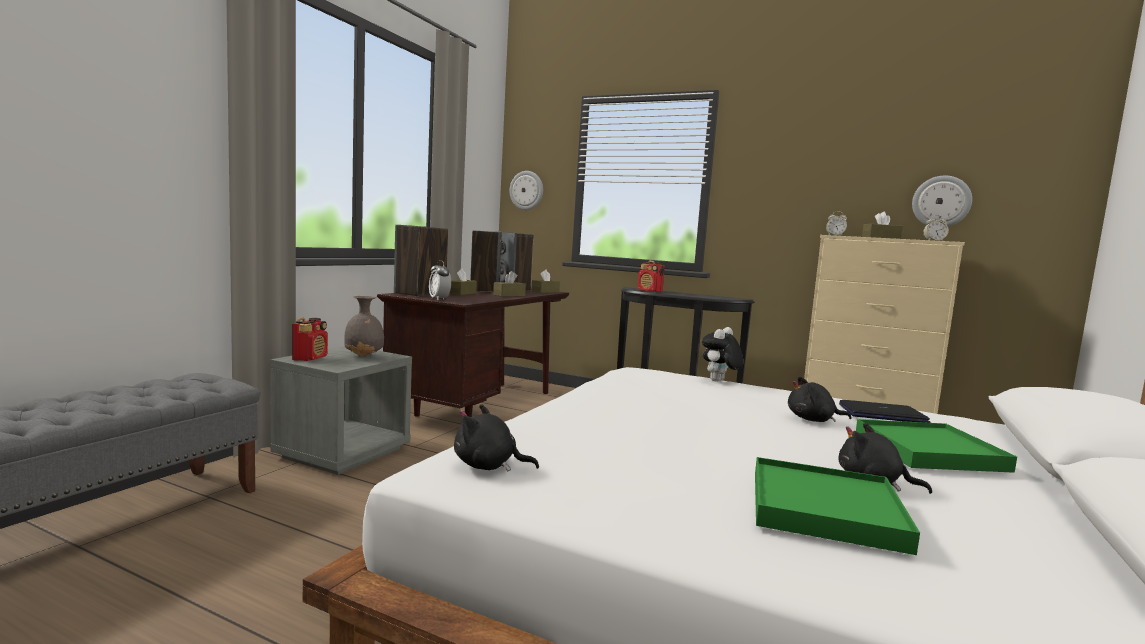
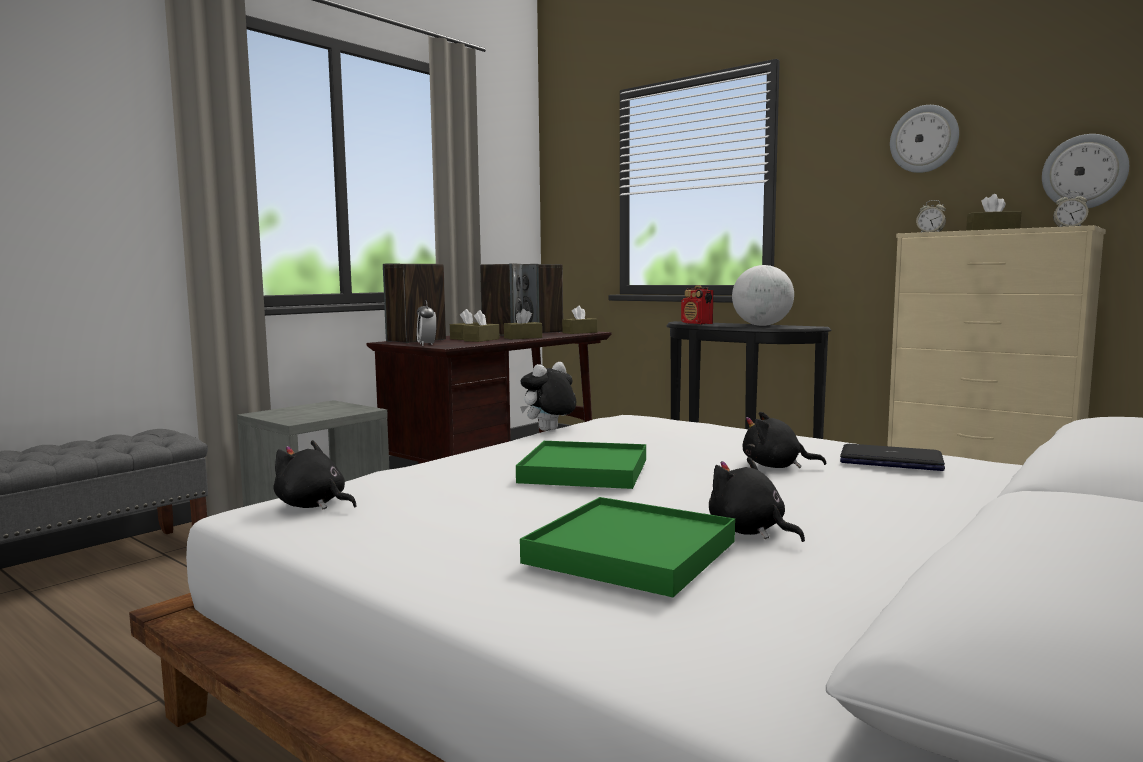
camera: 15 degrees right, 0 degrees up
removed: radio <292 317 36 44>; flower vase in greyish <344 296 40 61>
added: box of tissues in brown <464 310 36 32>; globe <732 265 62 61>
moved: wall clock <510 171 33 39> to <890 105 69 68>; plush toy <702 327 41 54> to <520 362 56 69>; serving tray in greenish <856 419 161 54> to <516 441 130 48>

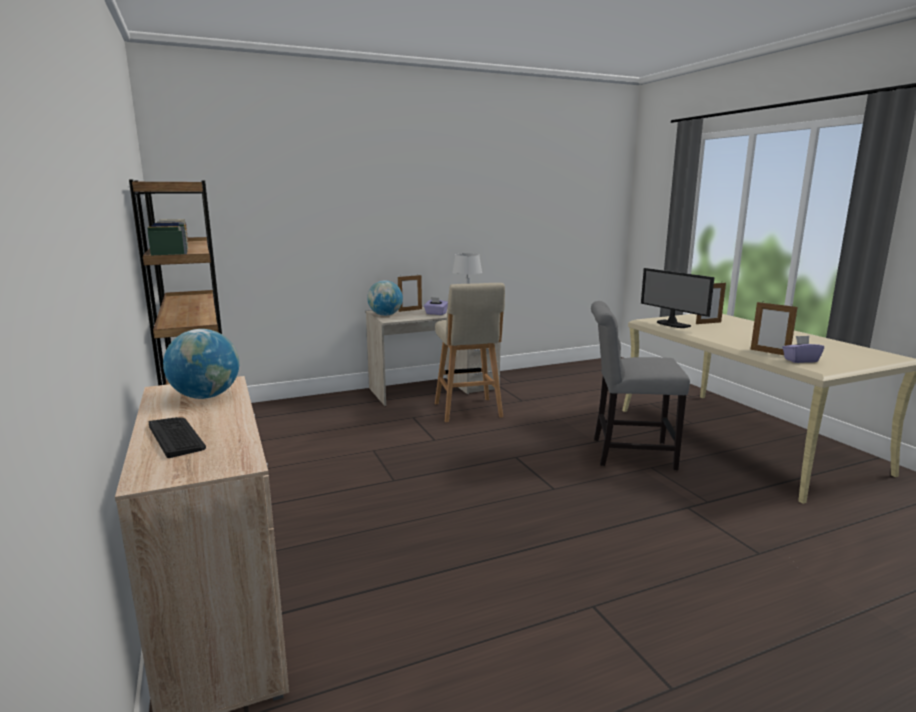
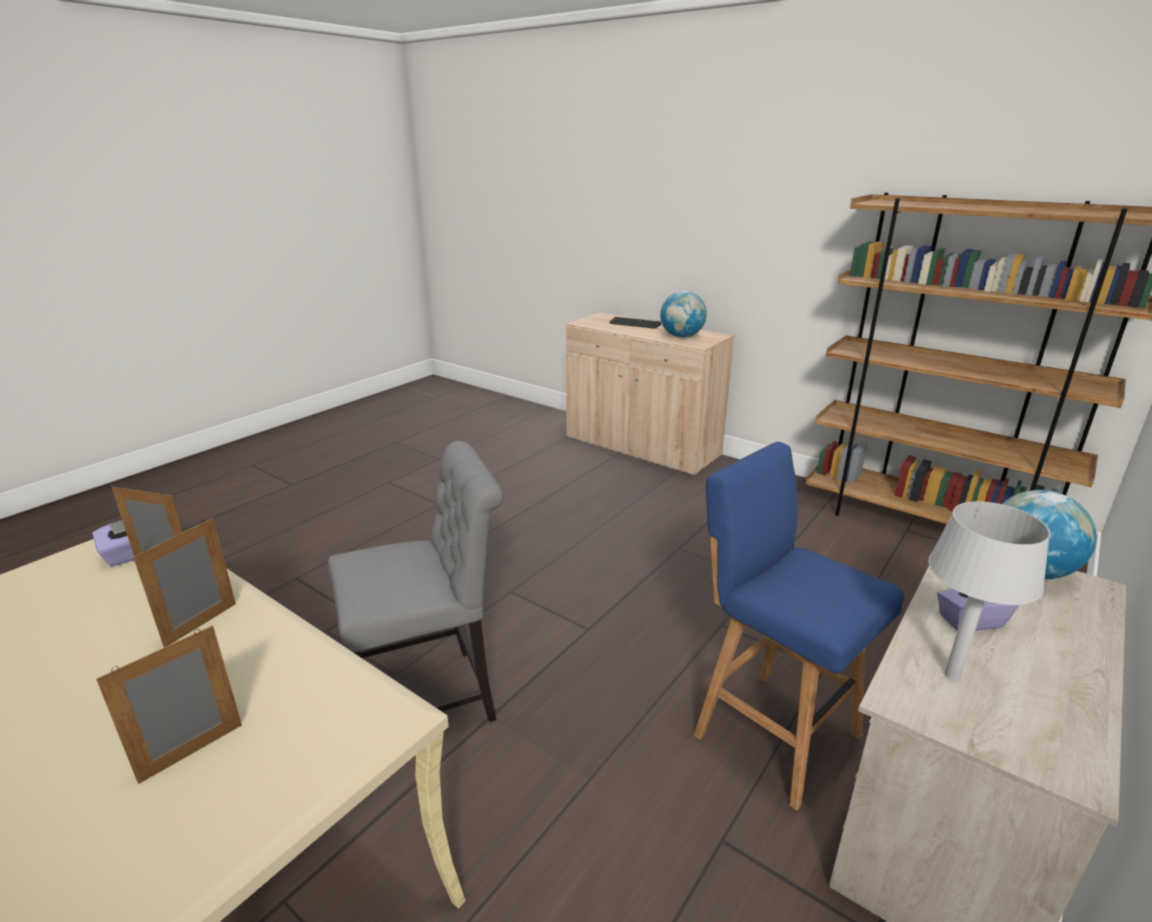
camera: 150 degrees right, 10 degrees up
removed: computer screen <641 268 74 60>
moved: picture frame <398 275 24 37> to <133 518 103 129>
recoloured: stool seat in beige-coloured <435 283 70 139> to stool seat in bluish <694 442 210 368>

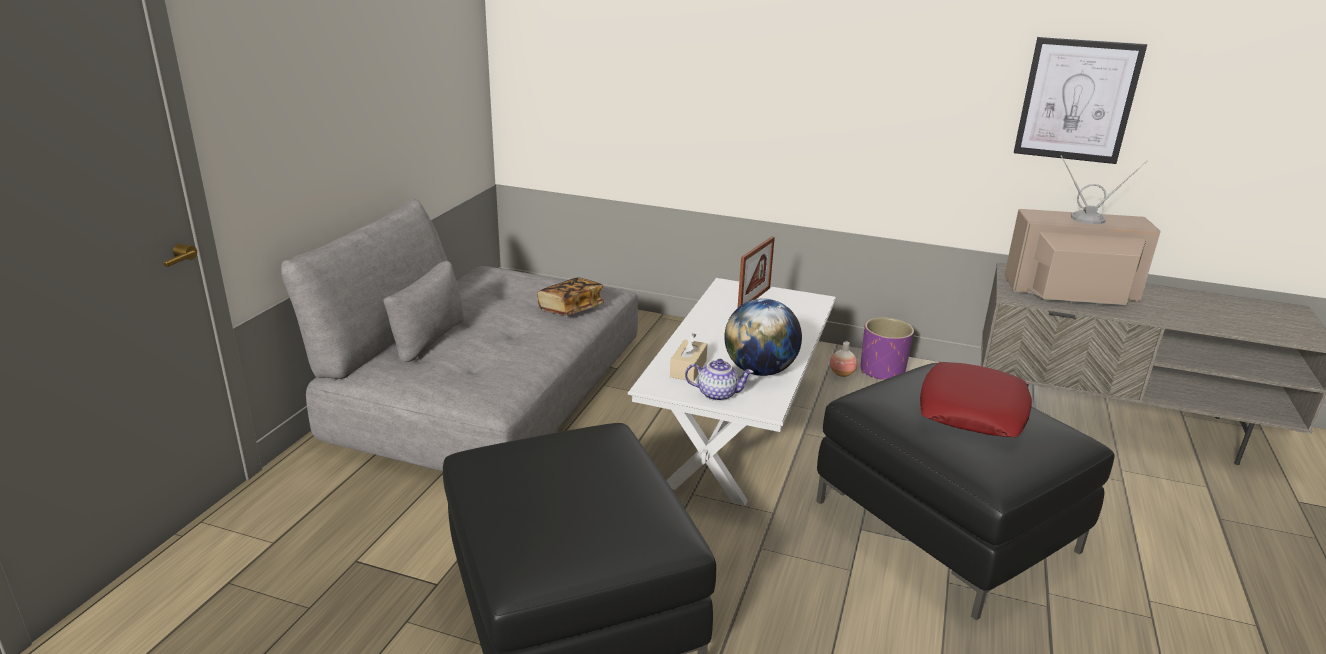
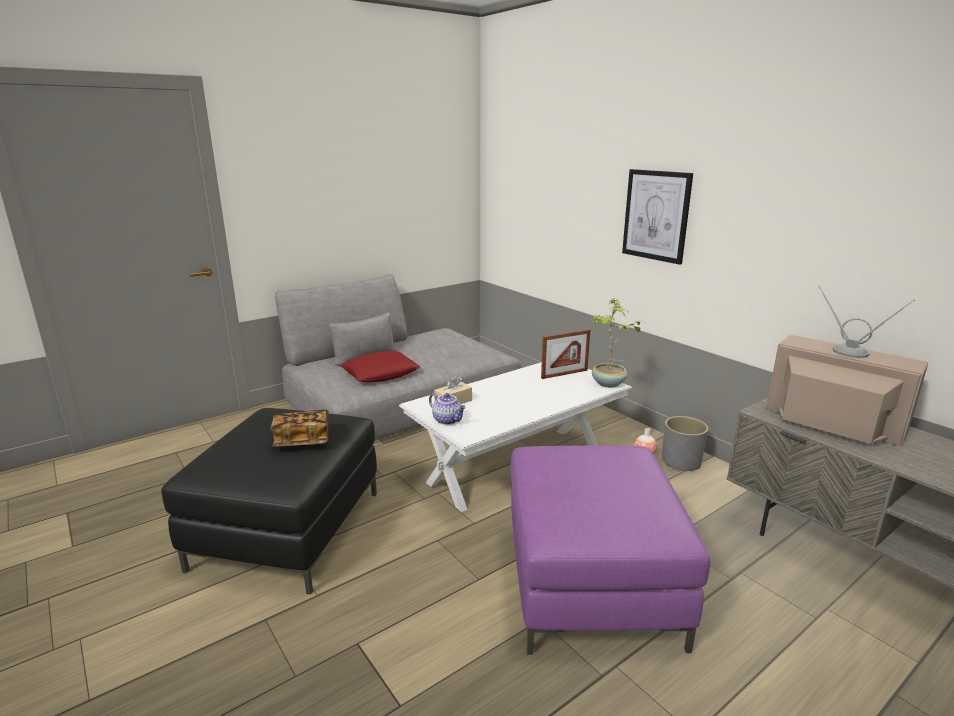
camera: 35 degrees right, 5 degrees down
removed: globe <725 298 77 78>
added: houseplant <591 298 54 90>
moved: book <537 277 67 38> to <270 410 59 37>; pillow in red-coloured <920 362 112 75> to <341 351 79 32>; wall art <1014 36 133 128> to <622 169 71 96>
recoloured: ottoman in blackish <816 363 299 257> to ottoman in purple <510 446 200 209>; planter in purple <861 317 53 63> to planter in greyish <662 416 46 55>

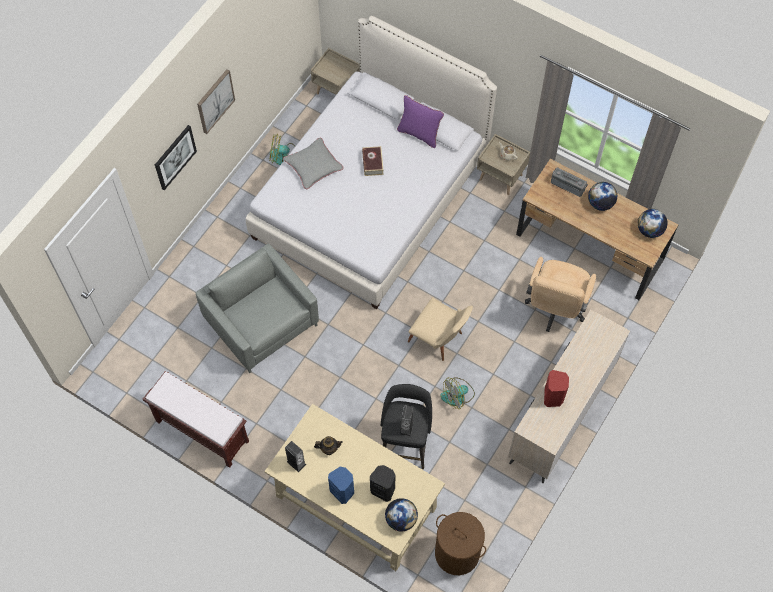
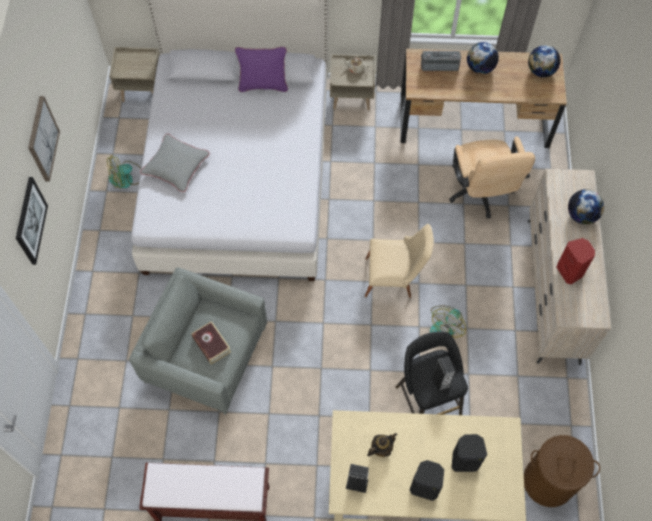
camera: 30 degrees left, 0 degrees up
moved: book <362 146 22 30> to <191 321 40 44>; globe <385 498 33 33> to <568 189 36 35>
recoloured: audio speaker in bluish <328 467 26 37> to audio speaker in blackish <409 460 35 41>

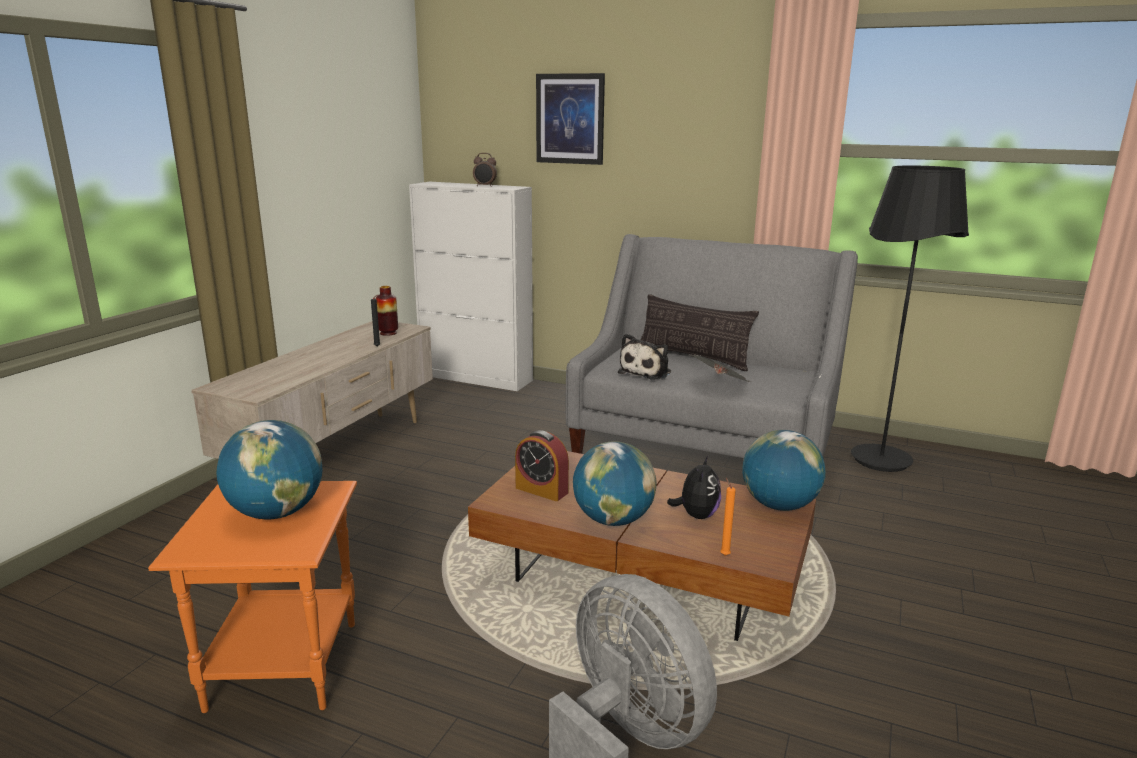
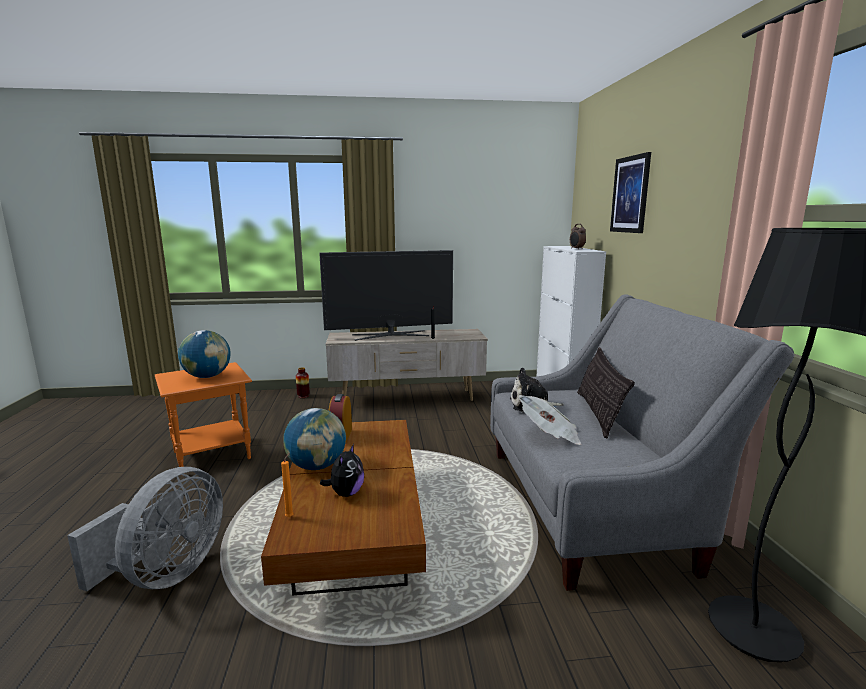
camera: 60 degrees right, 5 degrees down
removed: globe <742 430 84 81>
added: television <319 250 134 91>
moved: flower vase <376 286 22 50> to <296 367 14 31>
turned: plush toy <667 456 54 63> = <320 444 44 53> 60 degrees counterclockwise

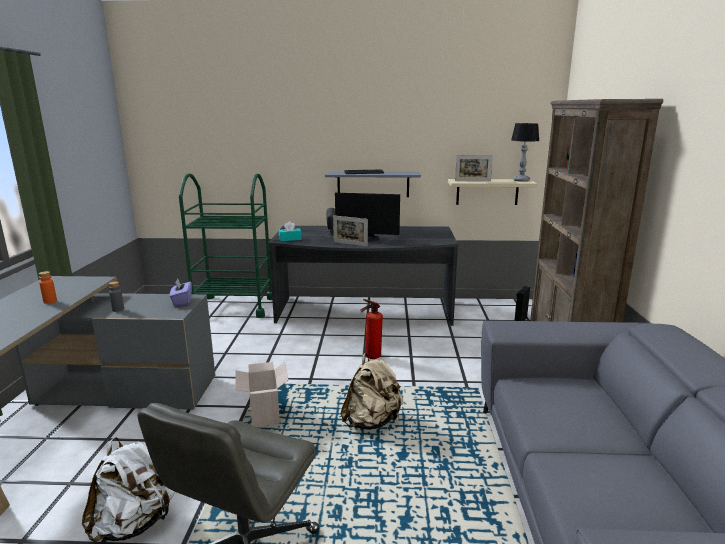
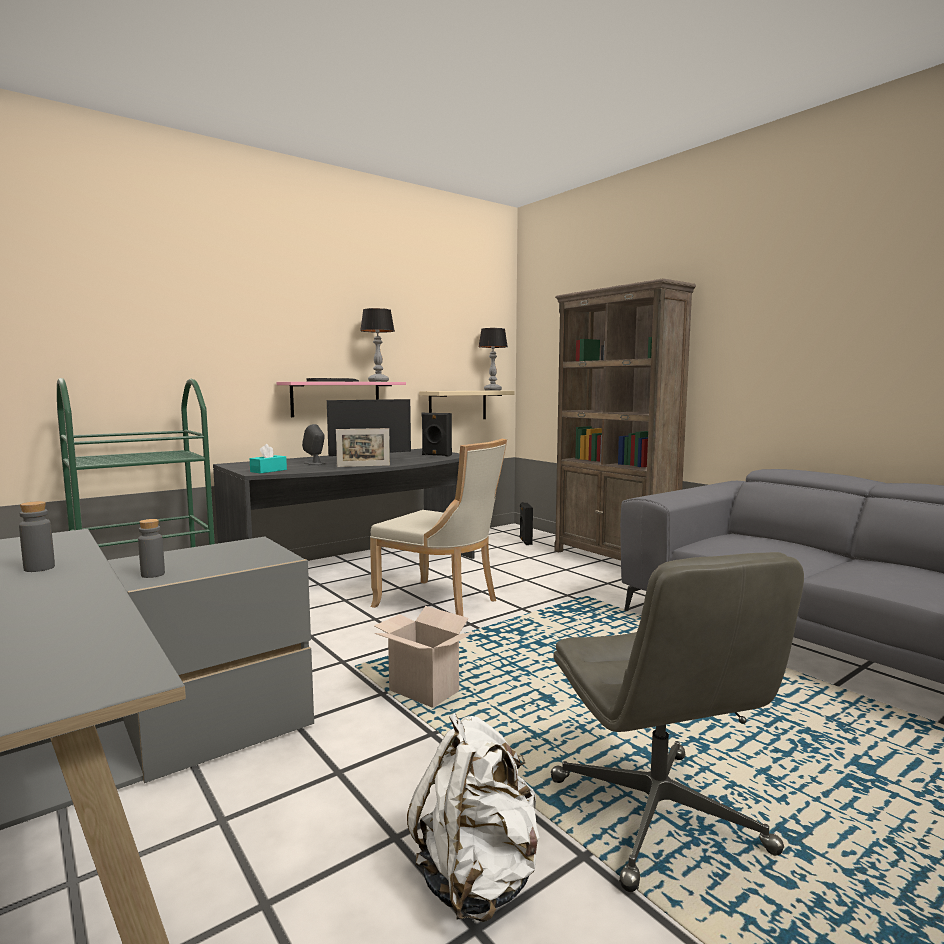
camera: 40 degrees left, 10 degrees down
removed: box of tissues in purple <170 279 22 27>; backpack in beige-coloured <341 353 62 77>; picture frame <455 155 38 26>
added: tabletop lamp <360 308 35 74>; audio speaker in blackish <421 412 31 44>
replaced: fire extinguisher <360 299 23 60> to chair in beige-coloured <370 439 137 177>
recoloured: bottle in orange <39 271 18 33> to bottle in greyish <19 501 36 71>; wall shelf in greyish <325 171 96 26> to wall shelf in pink <276 382 130 35>

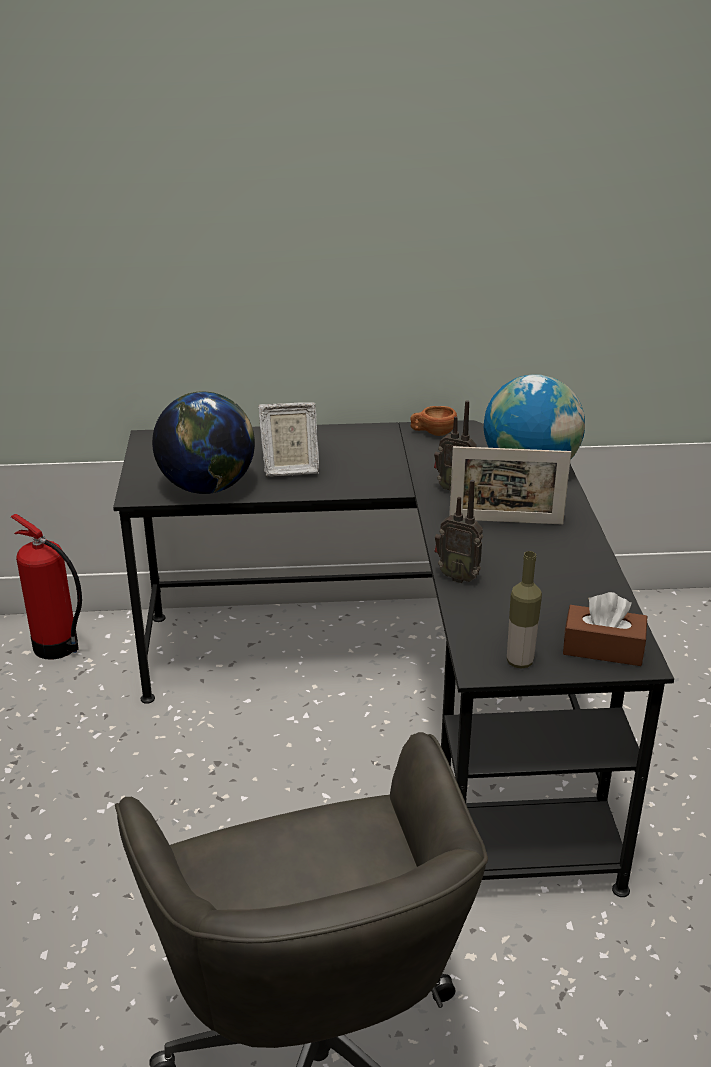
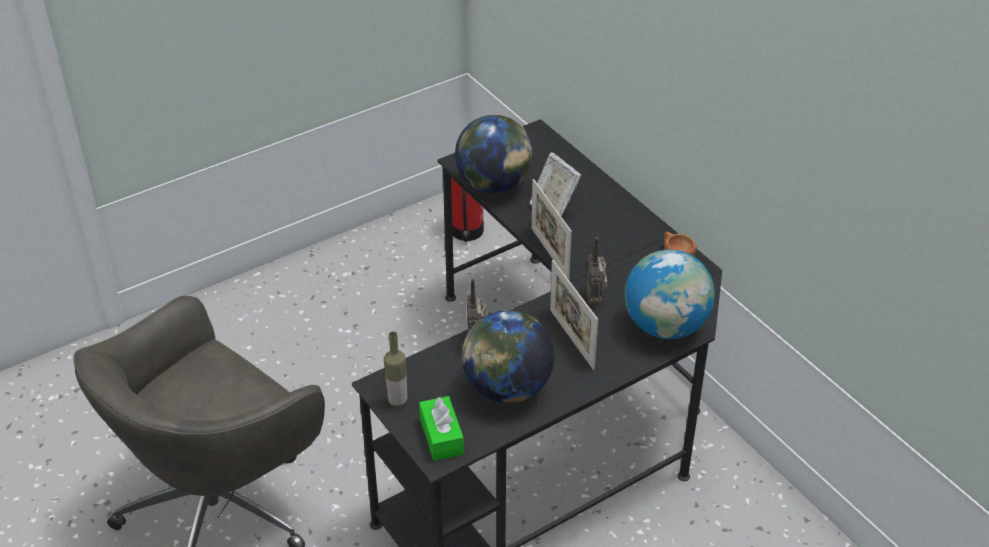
camera: 60 degrees right, 10 degrees up
added: globe <462 310 92 93>; picture frame <531 179 41 101>
recoloured: box of tissues in brown <563 592 84 74> to box of tissues in greenish <419 396 45 65>

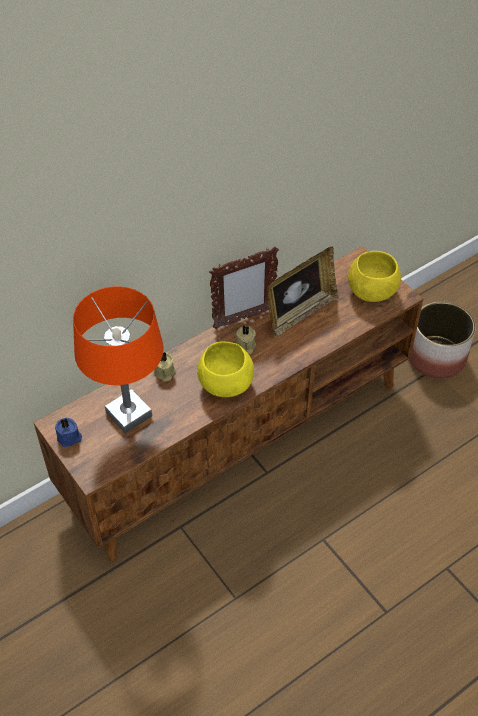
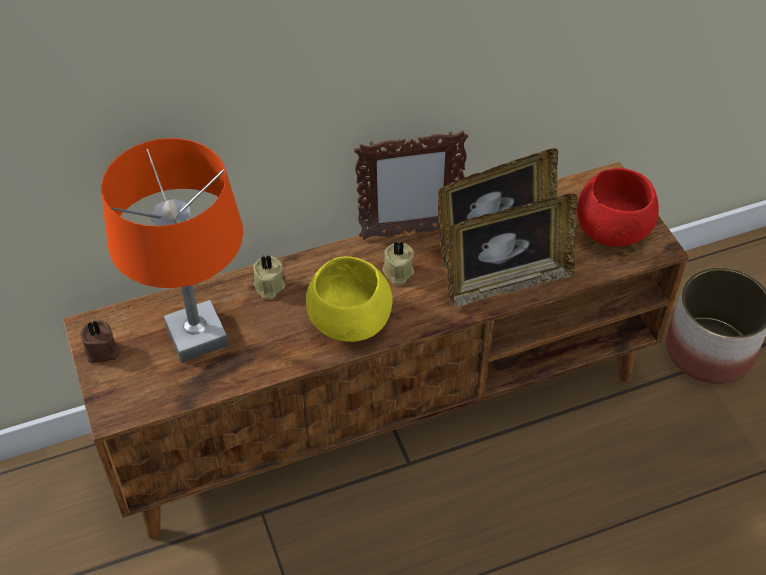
camera: 15 degrees right, 0 degrees up
added: picture frame <446 194 132 114>
recoloured: wax light in bluish <55 418 27 30> to wax light in brown <80 321 40 43>; serving bowl in yellowish <348 251 53 51> to serving bowl in red-coloured <577 168 82 79>

